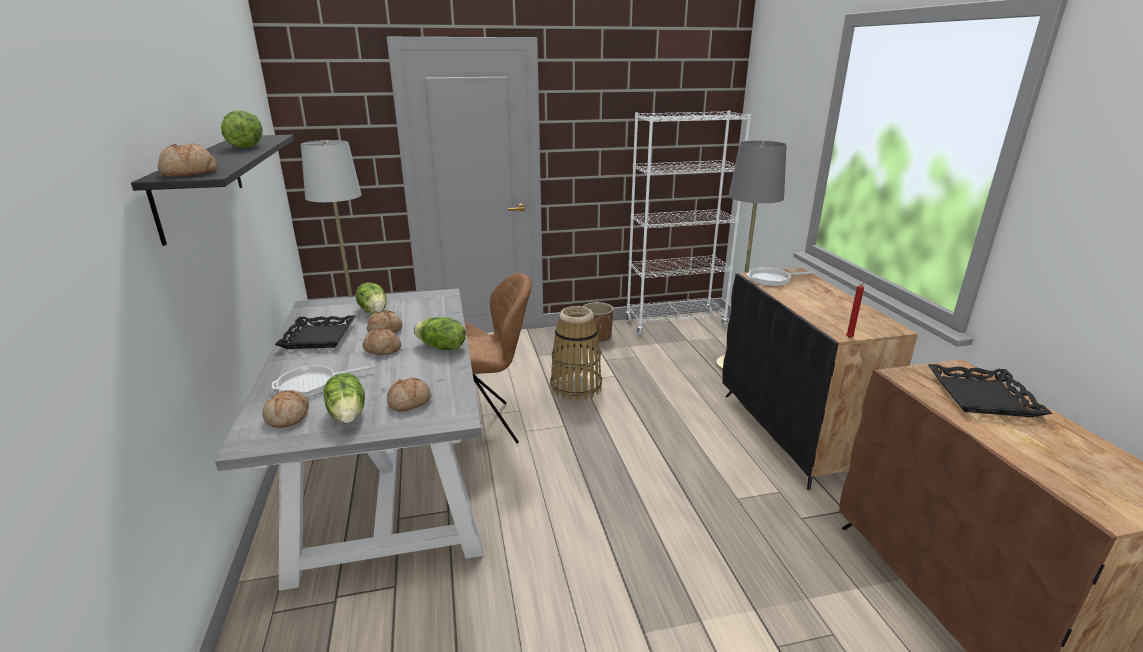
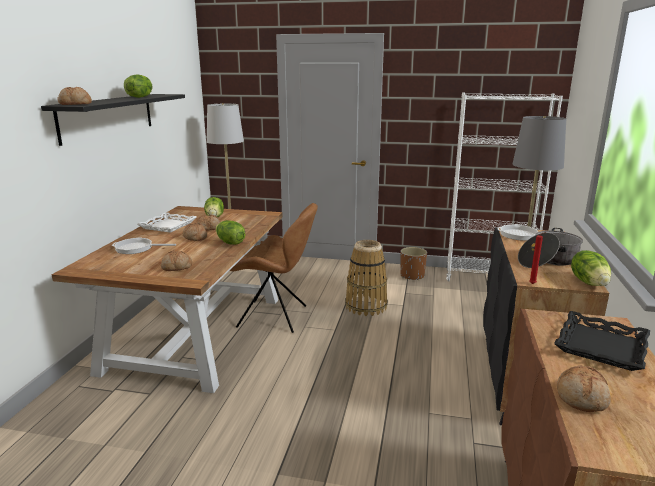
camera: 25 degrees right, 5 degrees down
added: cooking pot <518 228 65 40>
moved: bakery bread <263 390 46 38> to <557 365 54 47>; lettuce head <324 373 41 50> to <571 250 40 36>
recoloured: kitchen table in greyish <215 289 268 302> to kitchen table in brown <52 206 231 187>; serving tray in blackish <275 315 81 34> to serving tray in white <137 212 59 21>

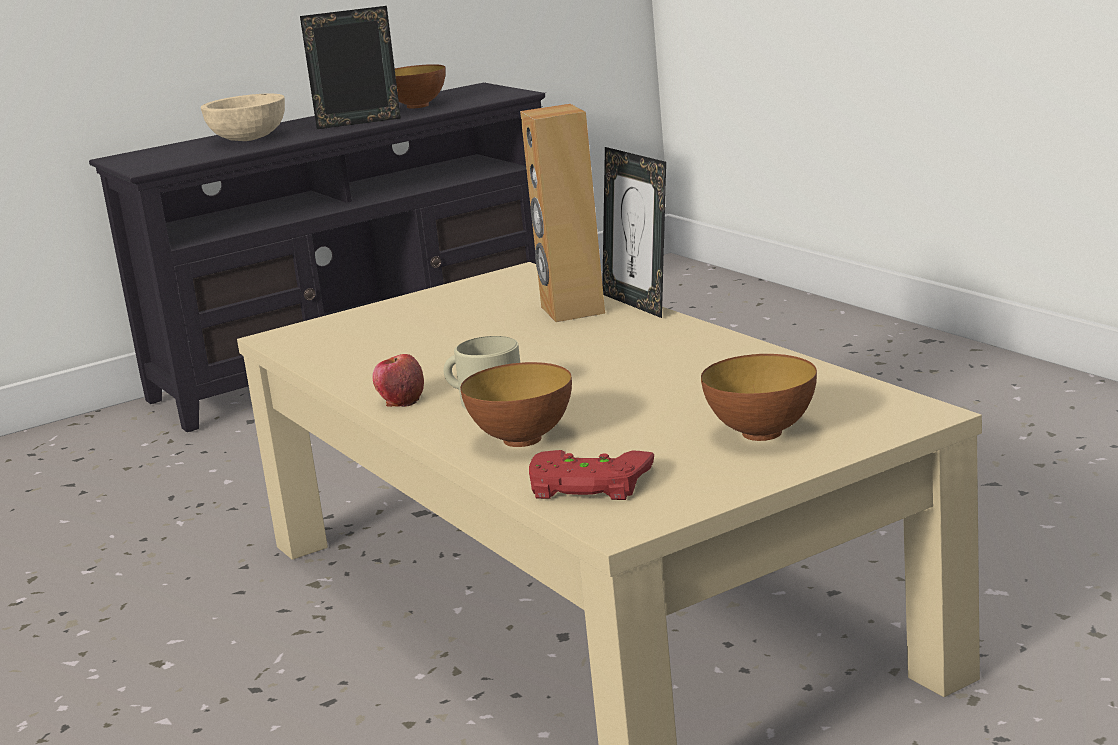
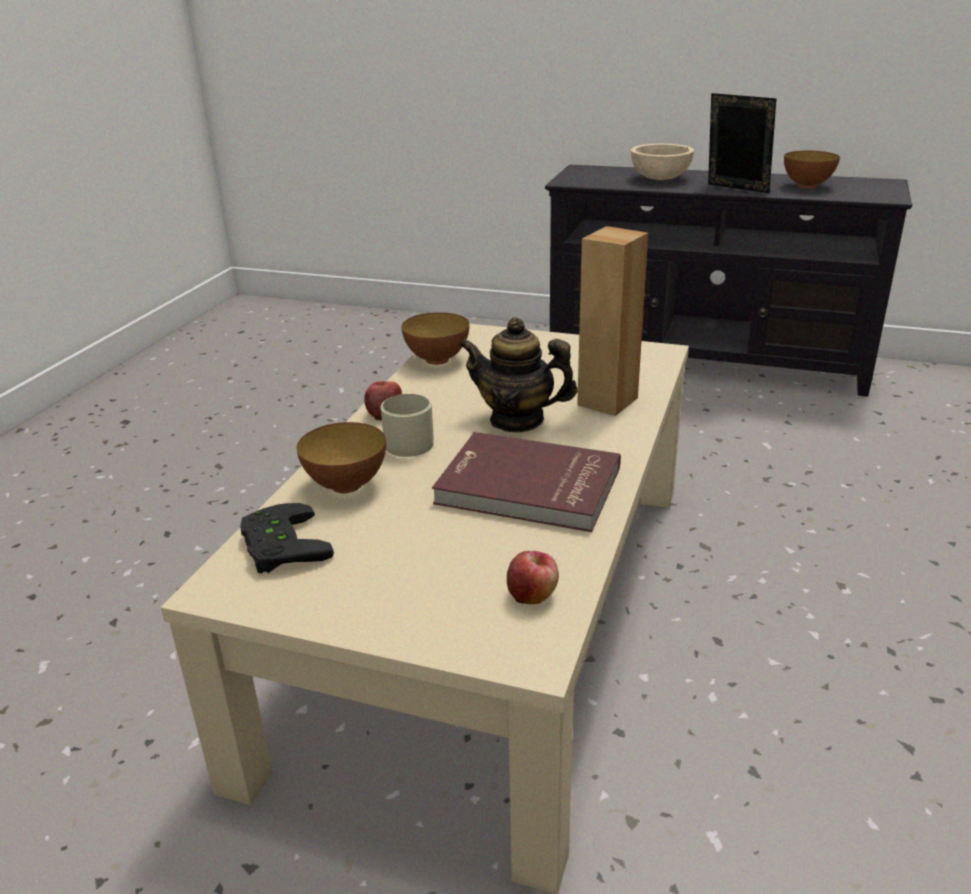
camera: 50 degrees right, 10 degrees up
removed: picture frame <602 147 64 171>
added: book in red-coloured <432 432 189 100>; tea pot <459 317 119 116>; apple fruit <507 551 52 53>
moved: serving bowl <701 354 116 87> to <401 312 68 53>
recoloured: game controller in red-coloured <529 450 125 50> to game controller in blackish <240 503 94 71>

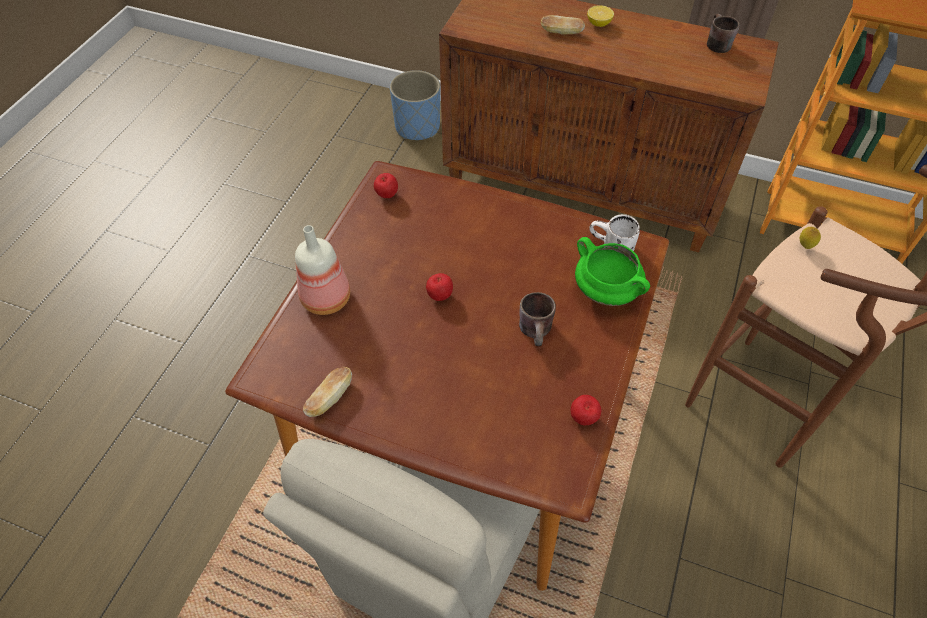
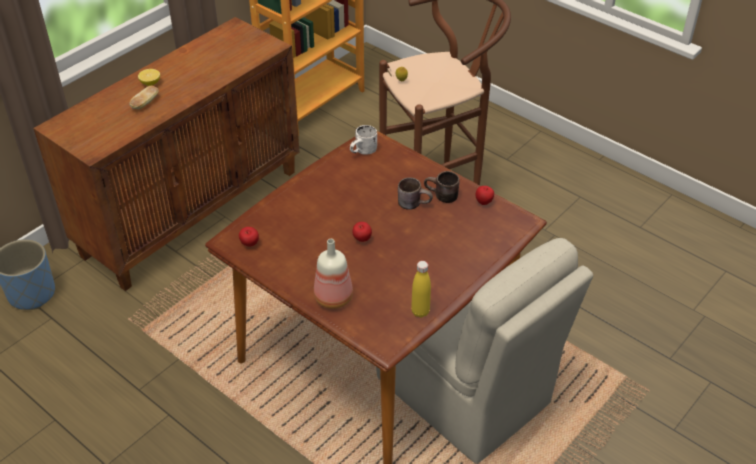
camera: 70 degrees left, 10 degrees down
removed: cooking pot in greenish <575 237 75 69>
moved: mug in brown <707 14 33 39> to <424 171 35 32>
replaced: bakery bread <303 367 49 50> to bottle in yellowish <411 261 20 57>

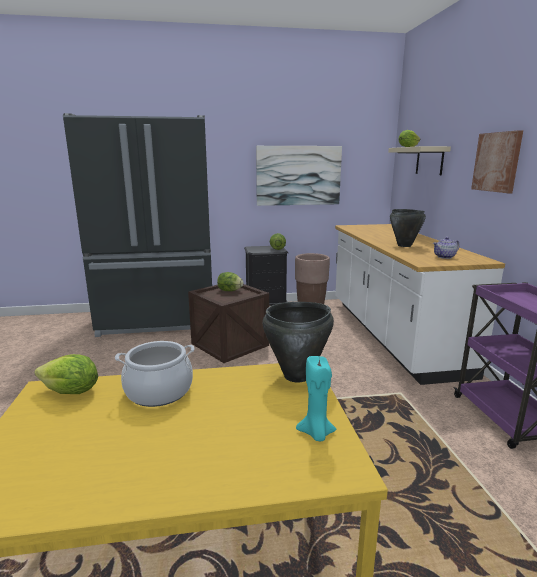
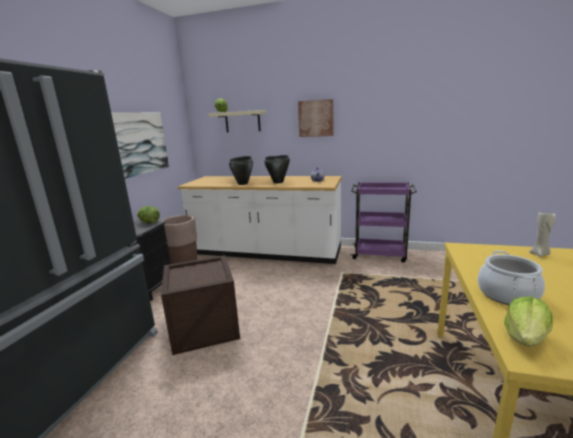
camera: 65 degrees left, 0 degrees up
removed: lettuce head <217 272 27 19>
moved: cooking pot in blackish <263 302 71 81> to <229 156 24 29>
recoloured: wax light in turquoise-coloured <296 356 40 85> to wax light in beige-coloured <529 212 27 45>

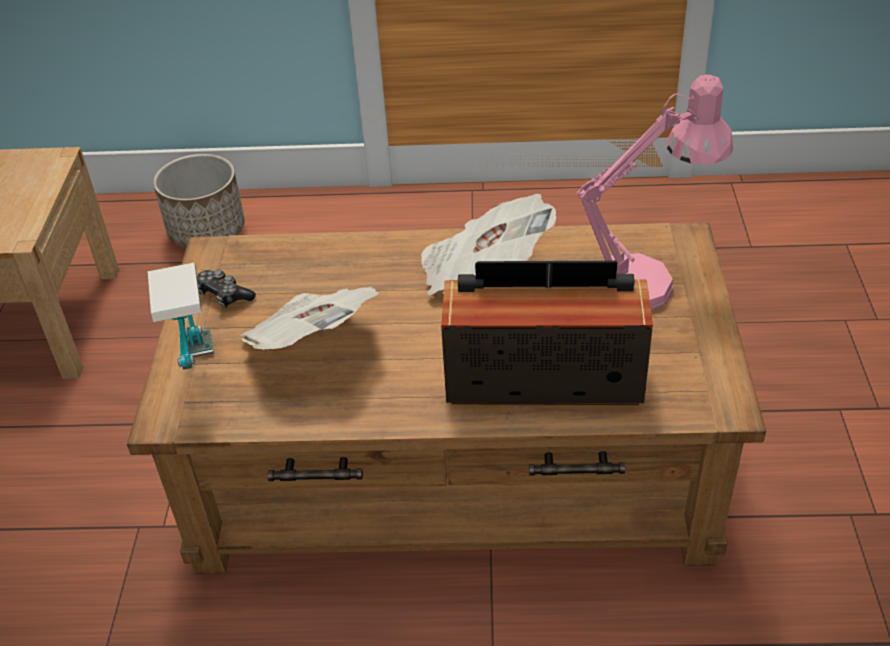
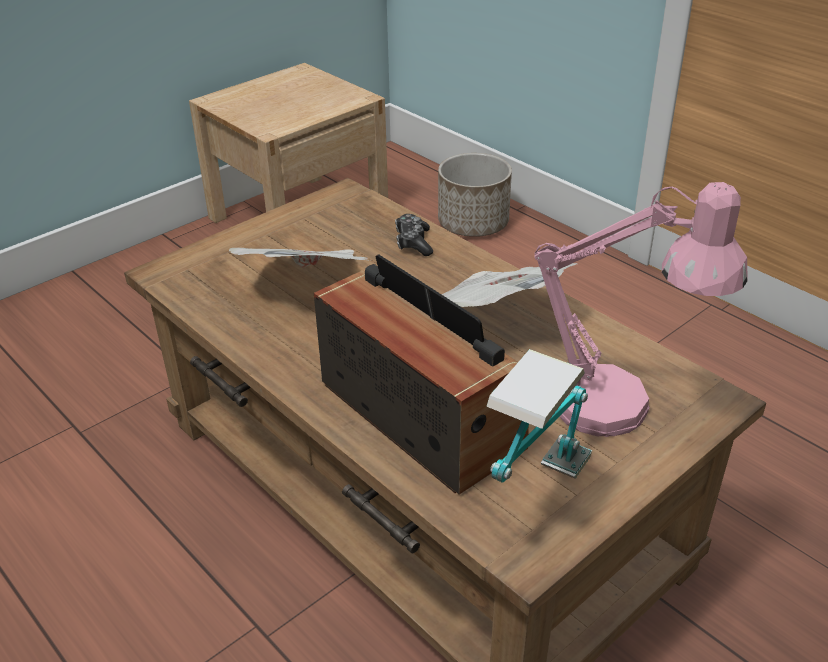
camera: 45 degrees right, 5 degrees down
moved: tabletop lamp <148 263 66 107> to <486 349 106 134>; game controller <197 269 59 39> to <395 214 38 42>

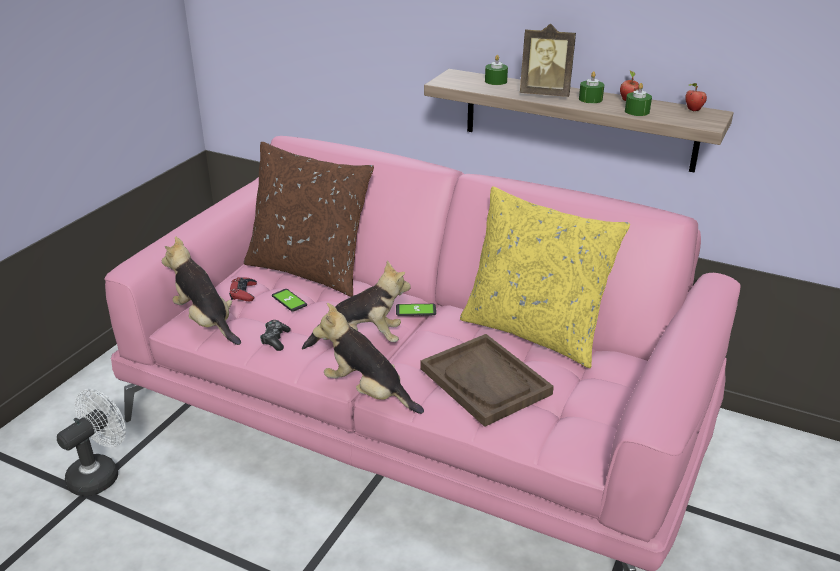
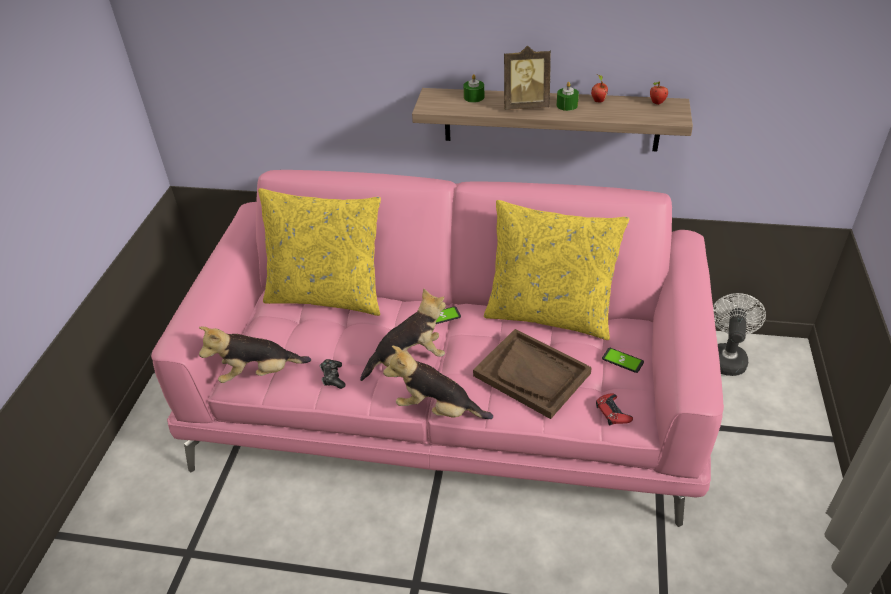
camera: 15 degrees left, 10 degrees up
removed: wax light in greenish <625 83 27 33>
moved: electric fan in white <57 389 69 107> to <713 293 53 83>; game controller in red-coloured <229 277 28 24> to <596 393 37 32>; phone <272 289 35 23> to <602 348 42 25>
recoloured: pillow in brown <244 142 130 155> to pillow in yellowish <258 188 123 128>
turned: plush toy <162 236 79 109> = <199 326 112 57> 45 degrees counterclockwise

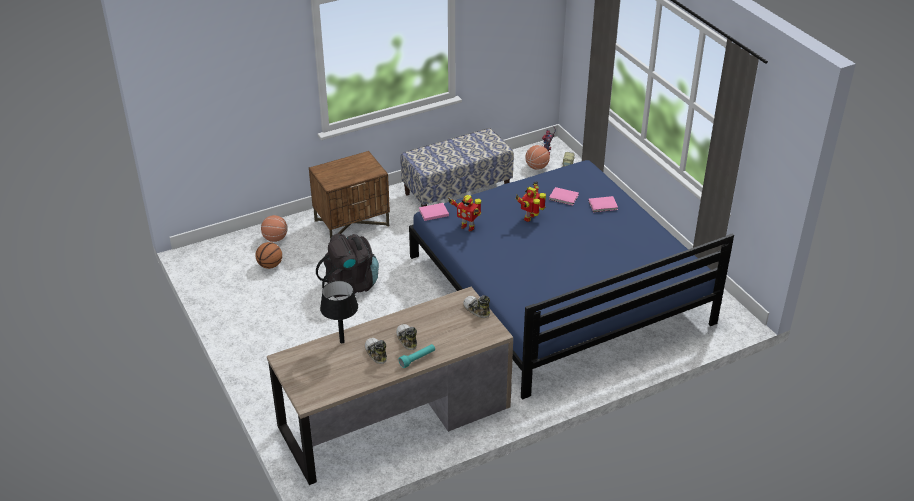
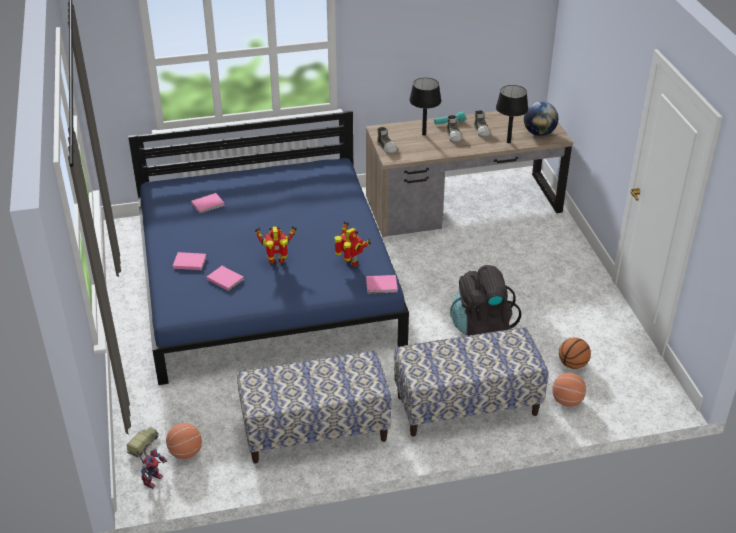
camera: 165 degrees left, 0 degrees up
added: book in pink <191 193 34 21>; tabletop lamp in blackish <409 78 32 58>; globe <524 102 34 34>
replaced: night table in brown <309 151 81 88> to bench <394 328 155 109>
turned: model robot <516 181 30 41> = <255 226 42 38> 150 degrees counterclockwise

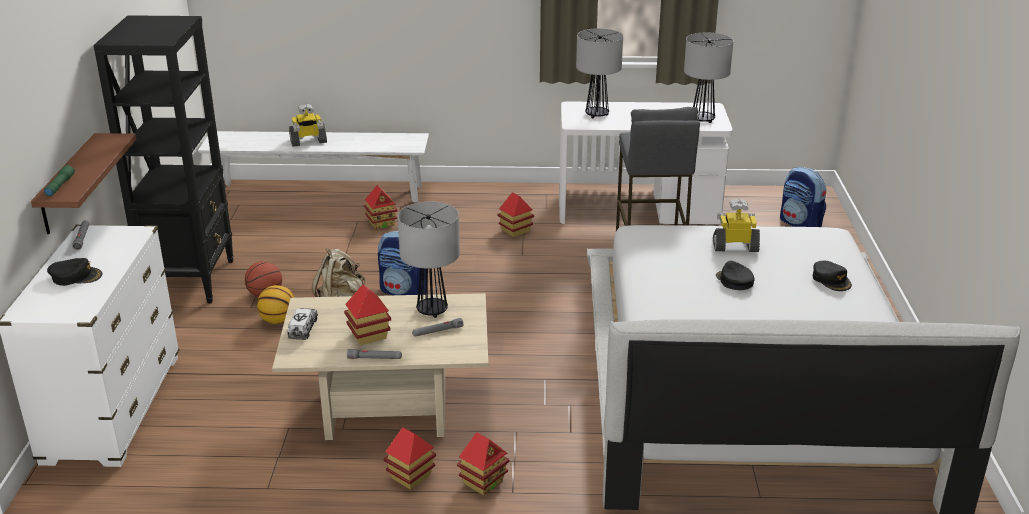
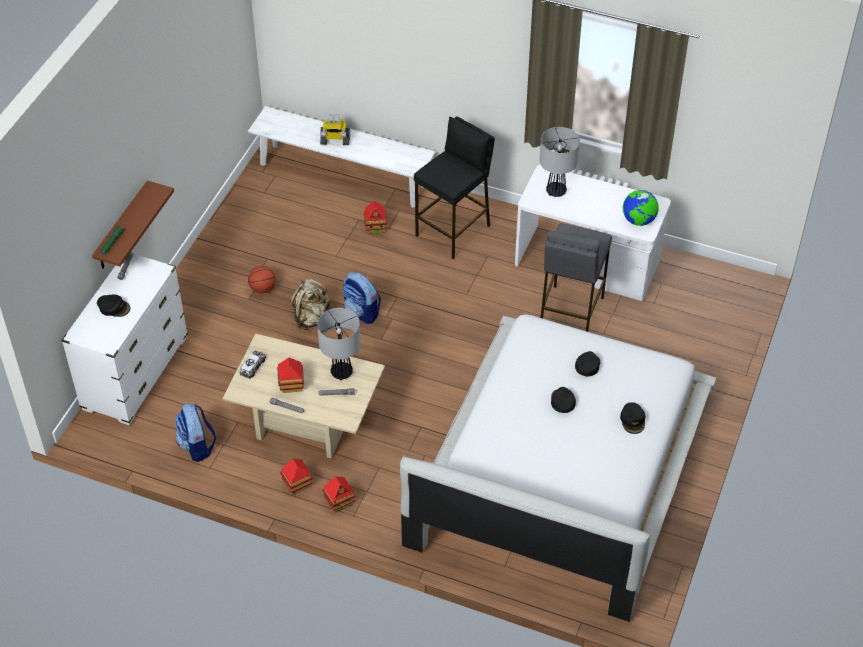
camera: 20 degrees right, 20 degrees up
removed: bookcase in blackish <93 15 141 288>; ball for basketball <257 285 38 39>; model house <498 192 36 45>
added: stool seat in blackish <414 116 81 143>
moved: backpack <780 167 46 60> to <175 403 41 59>
replaced: tabletop lamp <684 33 50 90> to globe <623 190 36 36>; model robot <713 199 47 53> to baseball cap in blackish <575 351 25 25>

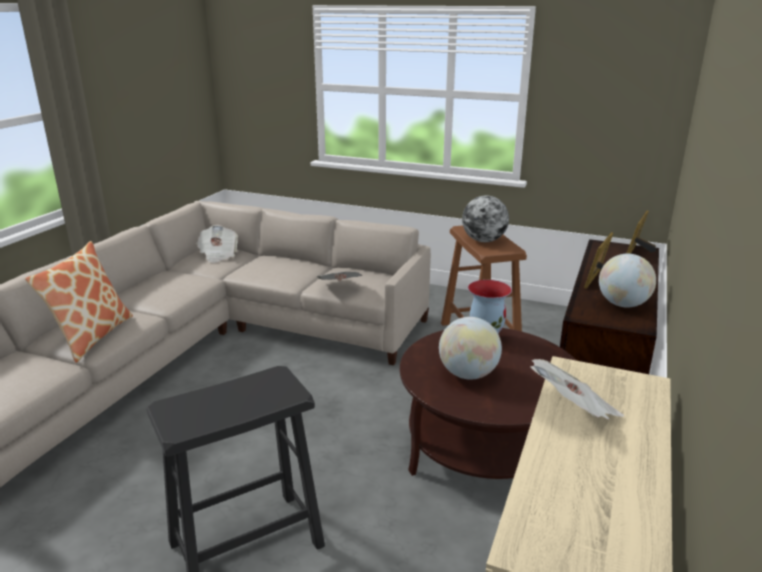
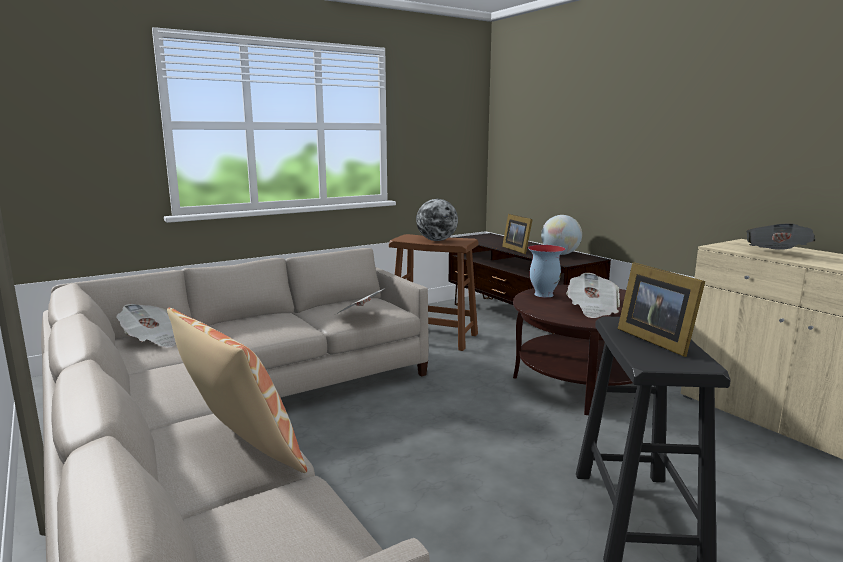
camera: 55 degrees left, 10 degrees down
moved: picture frame <626 210 30 44> to <618 262 87 95>
replaced: globe <439 317 63 62> to daily paper <566 273 54 45>

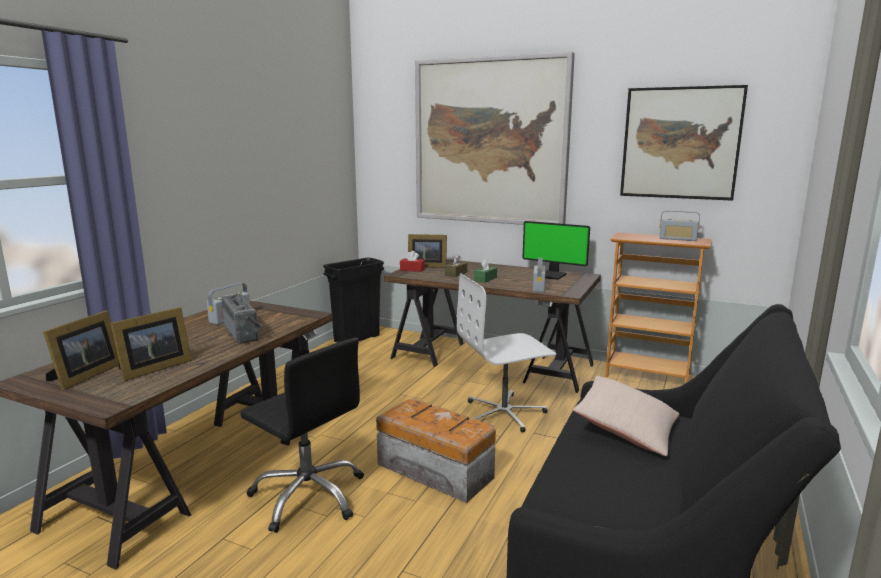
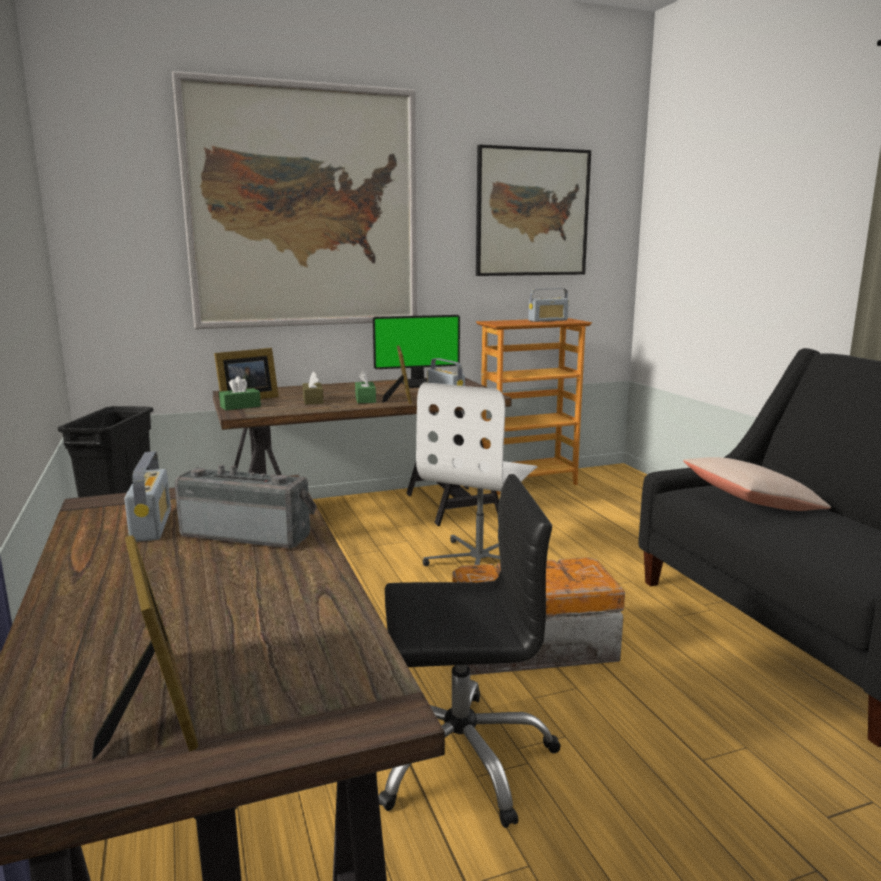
camera: 45 degrees left, 0 degrees up
moved: picture frame <110 307 82 74> to <382 346 30 58>
recoloured: box of tissues in red-coloured <400 251 25 21> to box of tissues in greenish <219 376 42 34>

